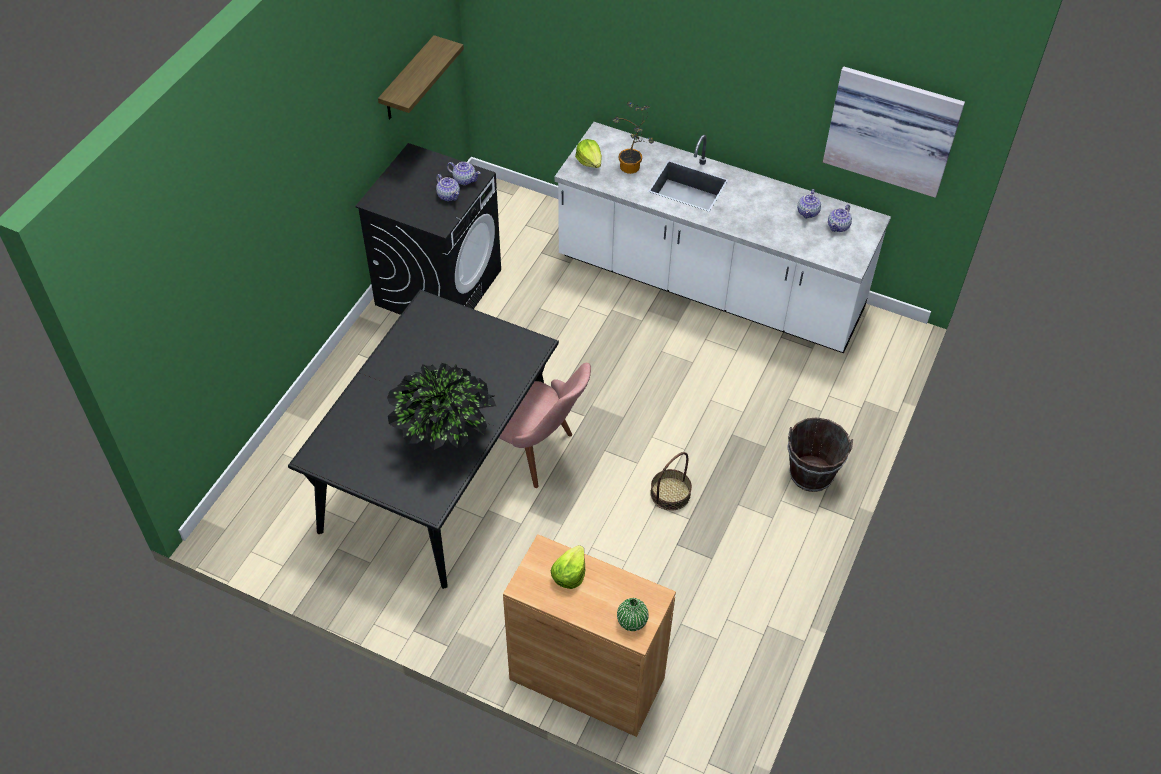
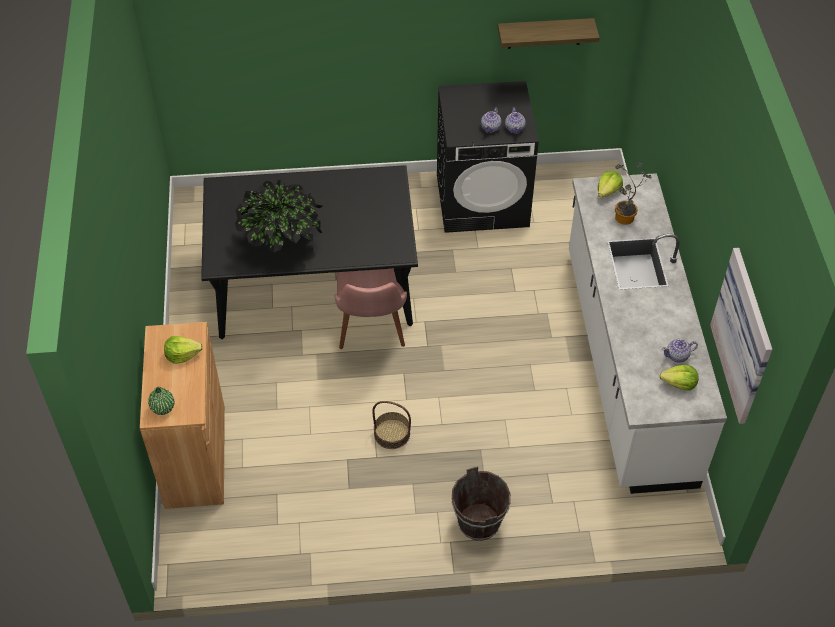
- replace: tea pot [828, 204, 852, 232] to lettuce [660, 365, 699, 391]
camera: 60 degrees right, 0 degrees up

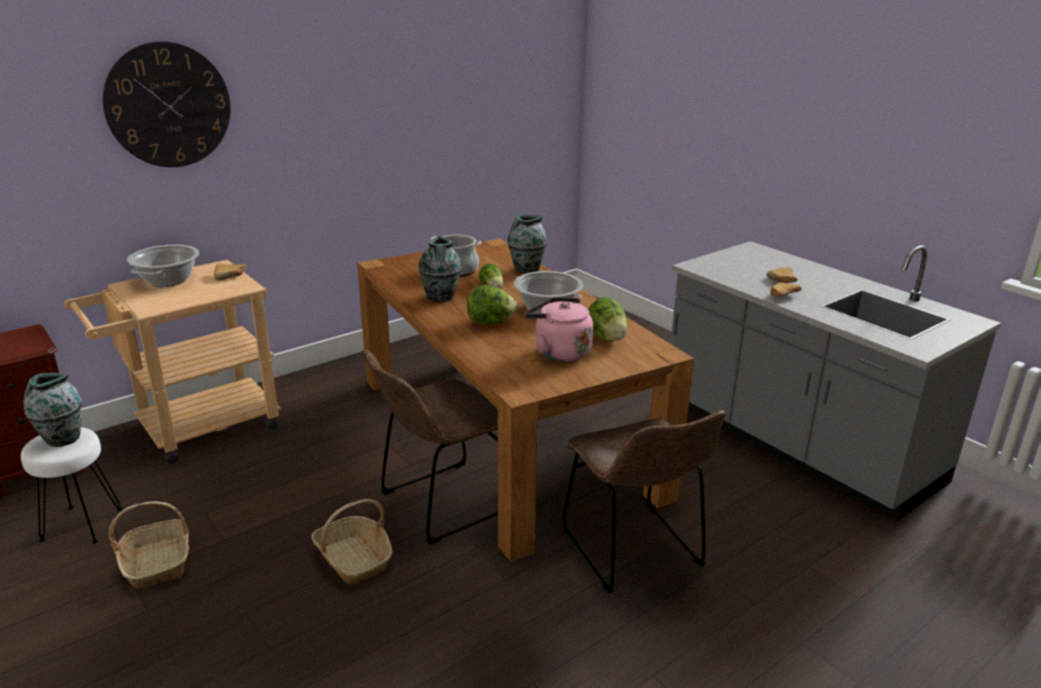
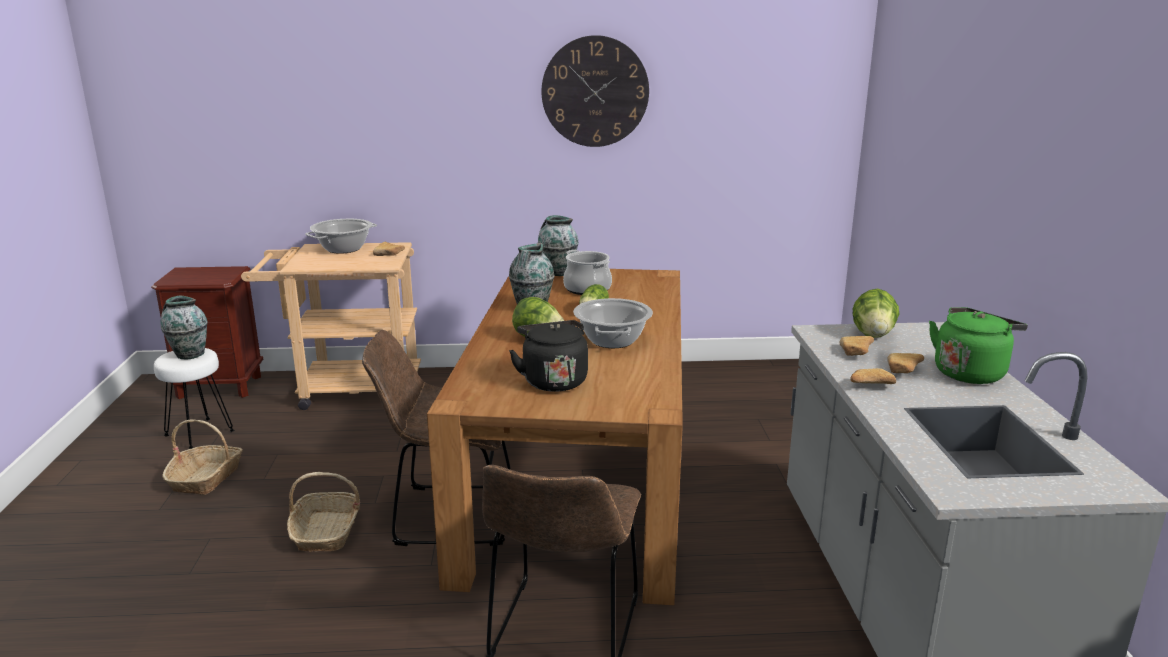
- move: hanging clock [103, 41, 231, 167] to [541, 35, 649, 147]
- move: flower vase [507, 215, 547, 274] to [538, 215, 579, 276]
- recolor: pinkish water kettle [525, 297, 593, 362] to blackish water kettle [509, 320, 588, 392]
- move: lettuce [588, 297, 628, 341] to [852, 289, 899, 338]
- insert: green water kettle [929, 307, 1028, 384]
- insert: bakery bread [840, 336, 874, 356]
camera: 35 degrees right, 5 degrees down

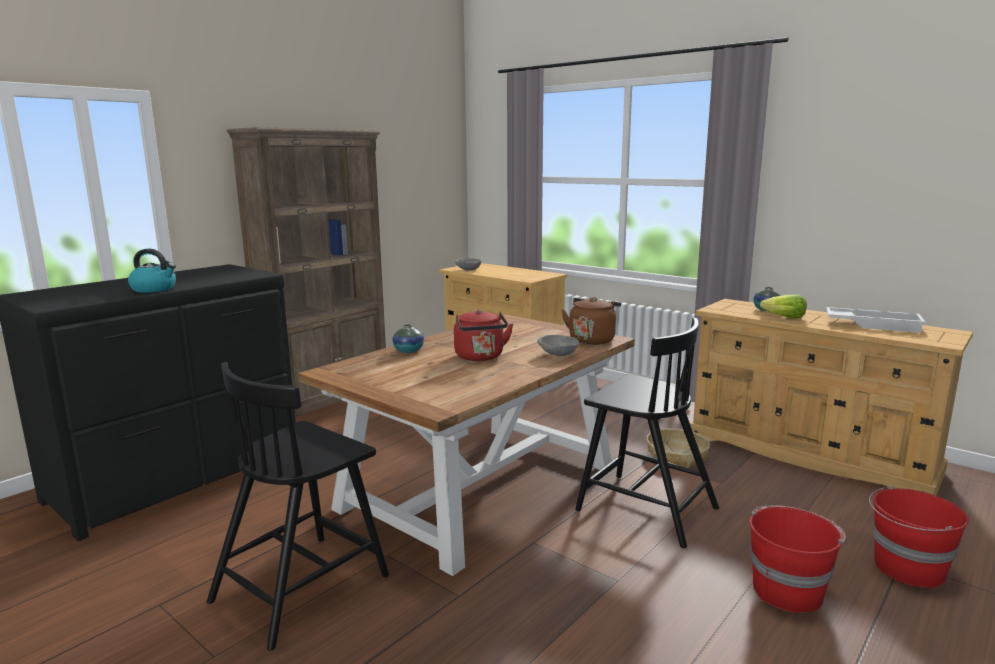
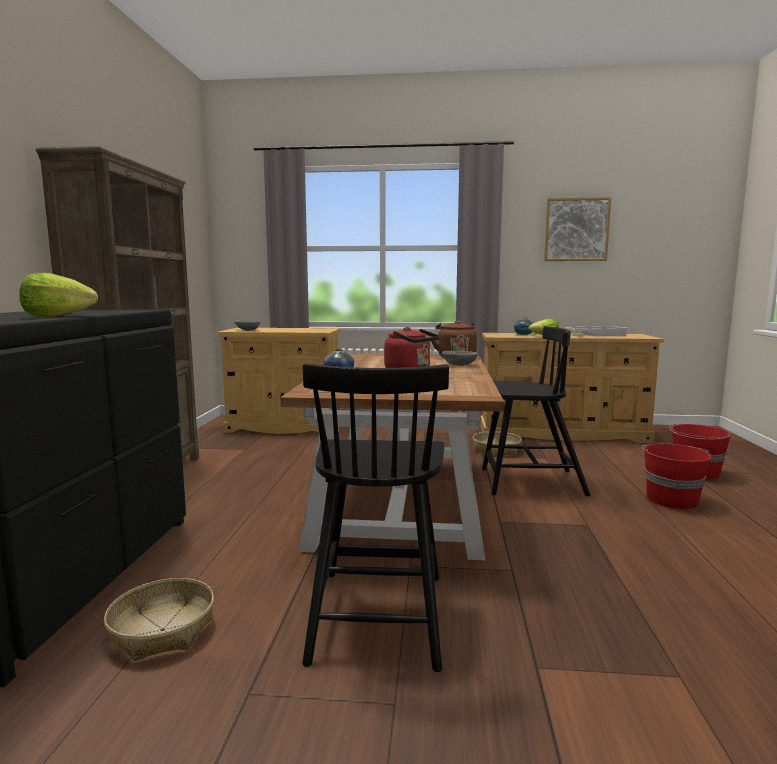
- replace: water kettle [128, 249, 176, 293] to lettuce [19, 273, 98, 317]
- insert: picture [544, 197, 611, 261]
- insert: household basket [104, 578, 214, 661]
camera: 35 degrees left, 5 degrees down

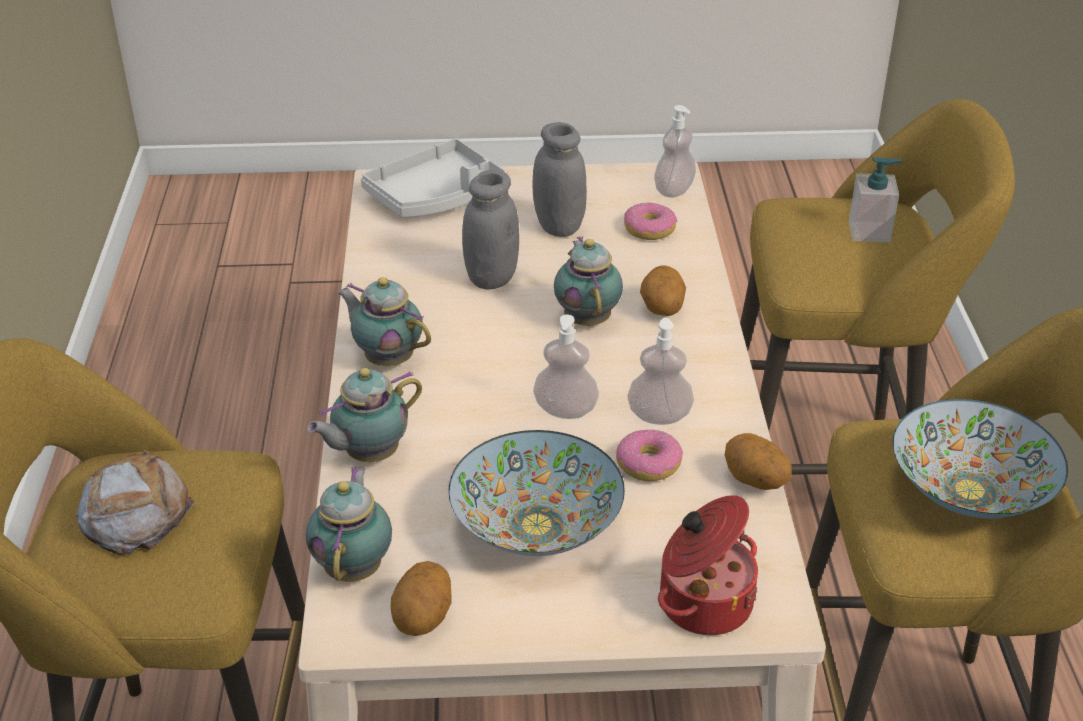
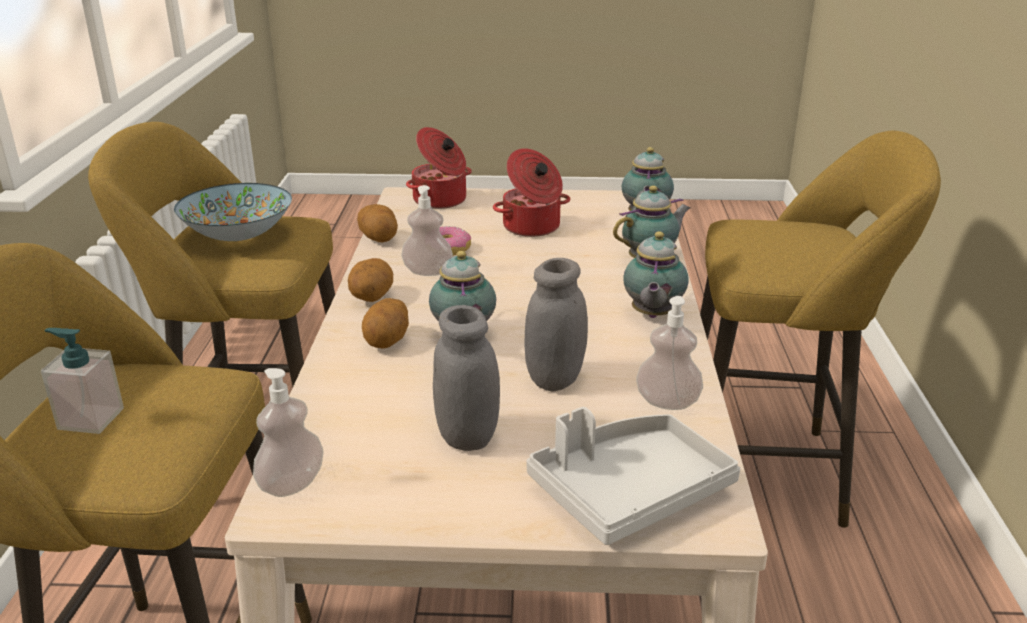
- delete: doughnut [624, 202, 677, 240]
- rotate: tea pot [337, 277, 431, 366] = [623, 231, 689, 318] 60 degrees clockwise
- move: soap dispenser [533, 315, 599, 419] to [636, 296, 703, 410]
- replace: serving bowl [448, 430, 625, 556] to stockpot [493, 148, 570, 237]
- delete: bakery bread [75, 449, 195, 555]
- move: spud [391, 561, 452, 636] to [348, 258, 393, 302]
camera: 175 degrees left, 10 degrees down

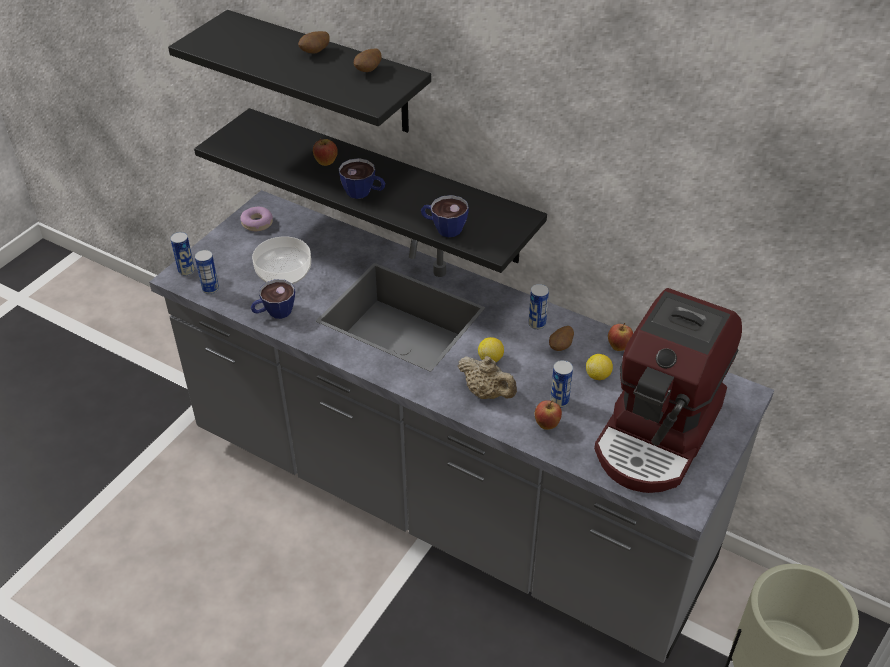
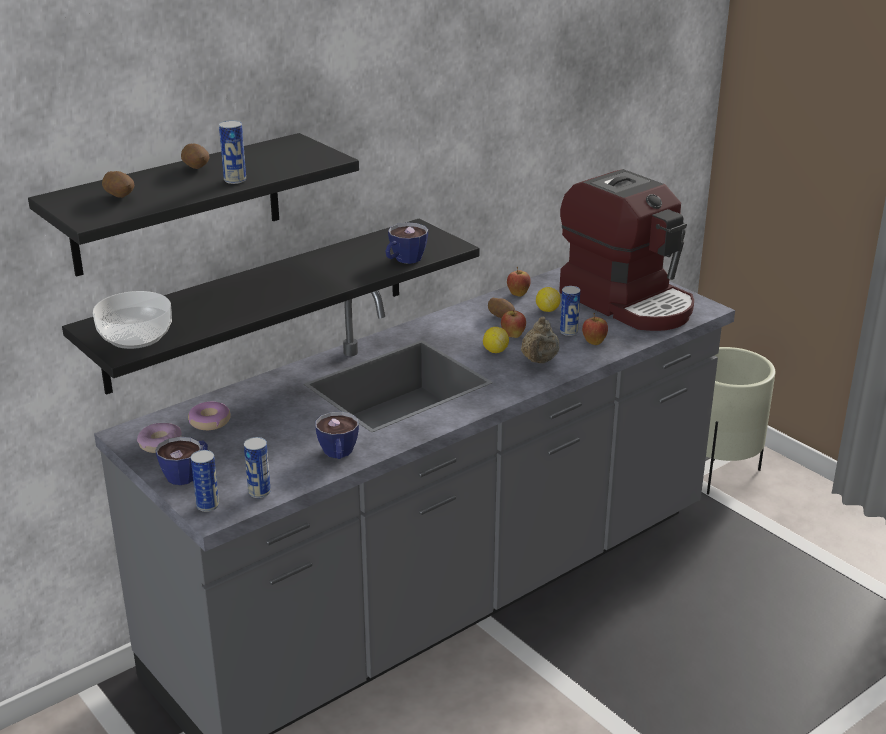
- move: spud [354, 49, 382, 72] to [102, 171, 135, 198]
- move: apple fruit [313, 138, 338, 166] to [501, 310, 526, 338]
- move: drinking cup [339, 158, 385, 199] to [155, 437, 208, 485]
- move: serving bowl [252, 236, 311, 285] to [93, 291, 172, 349]
- move: sealed can [528, 284, 549, 330] to [219, 120, 246, 184]
- rotate: beige-coloured tea pot [458, 356, 517, 399] = [521, 316, 559, 364] 135 degrees clockwise
- insert: doughnut [188, 402, 231, 430]
camera: 70 degrees left, 15 degrees down

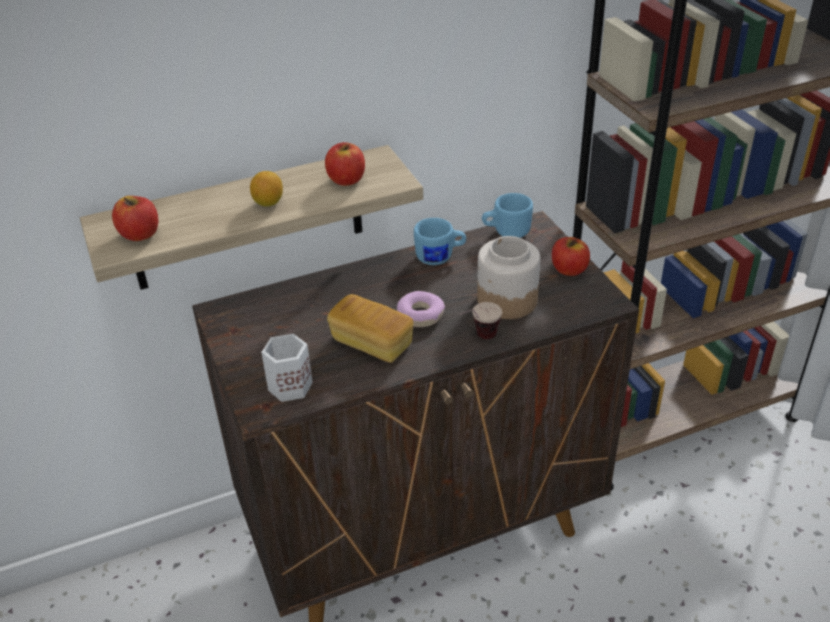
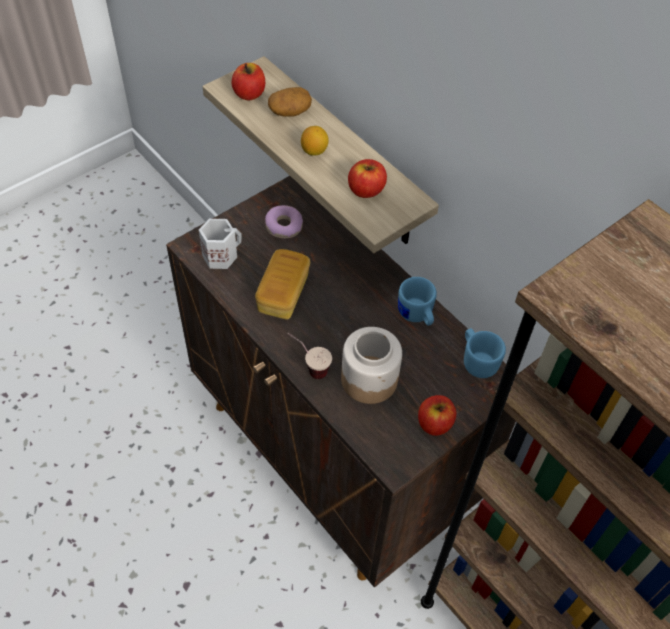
- move: doughnut [397, 291, 445, 327] to [265, 205, 303, 238]
- insert: spud [268, 87, 312, 117]
camera: 70 degrees right, 15 degrees up

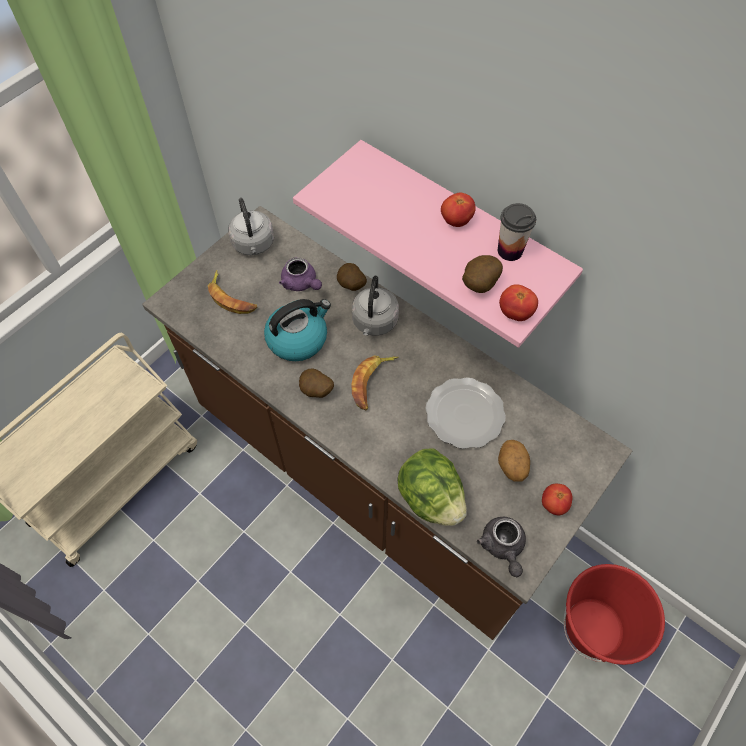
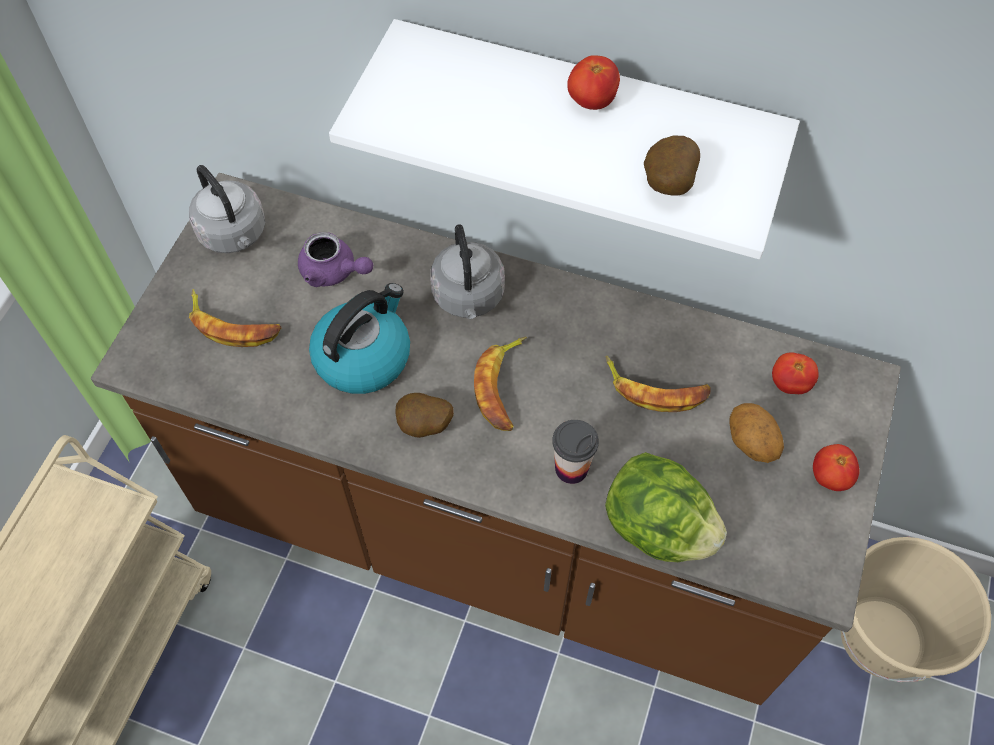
- recolor: pinkish shelf [293, 140, 583, 348] to whitish shelf [329, 19, 800, 259]
- move: drinking cup [498, 203, 536, 261] to [552, 420, 599, 484]
- delete: spud [337, 263, 367, 291]
- move: tomato [499, 284, 538, 321] to [772, 352, 819, 394]
- replace: dinner plate [425, 377, 506, 449] to banana [605, 355, 711, 412]
- delete: gray tea pot [477, 517, 526, 577]
- recolor: reddish water bucket [564, 564, 665, 665] to beige-coloured water bucket [841, 536, 991, 682]
camera: 20 degrees left, 0 degrees up

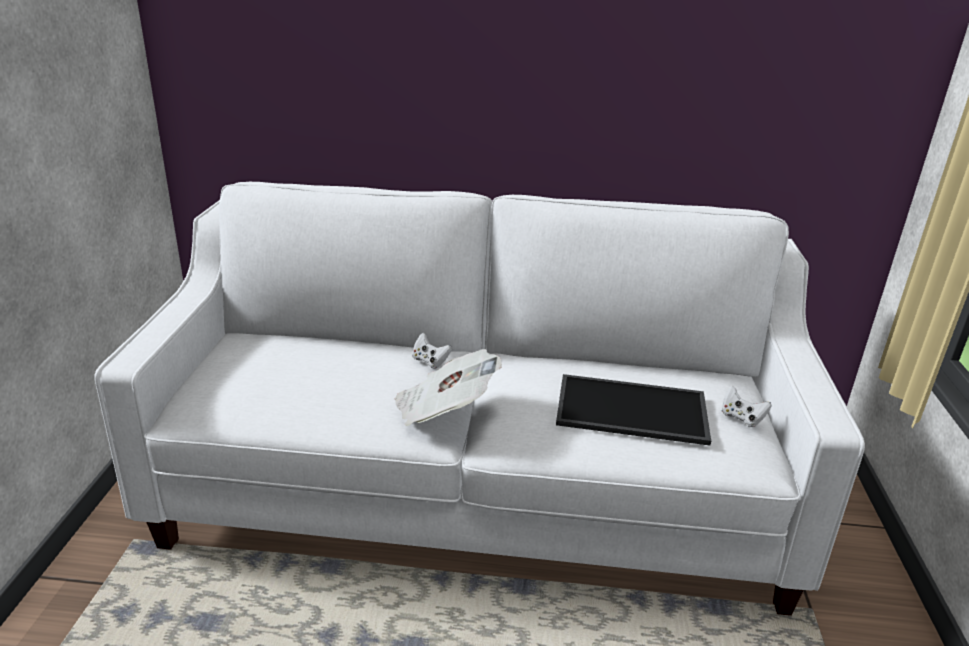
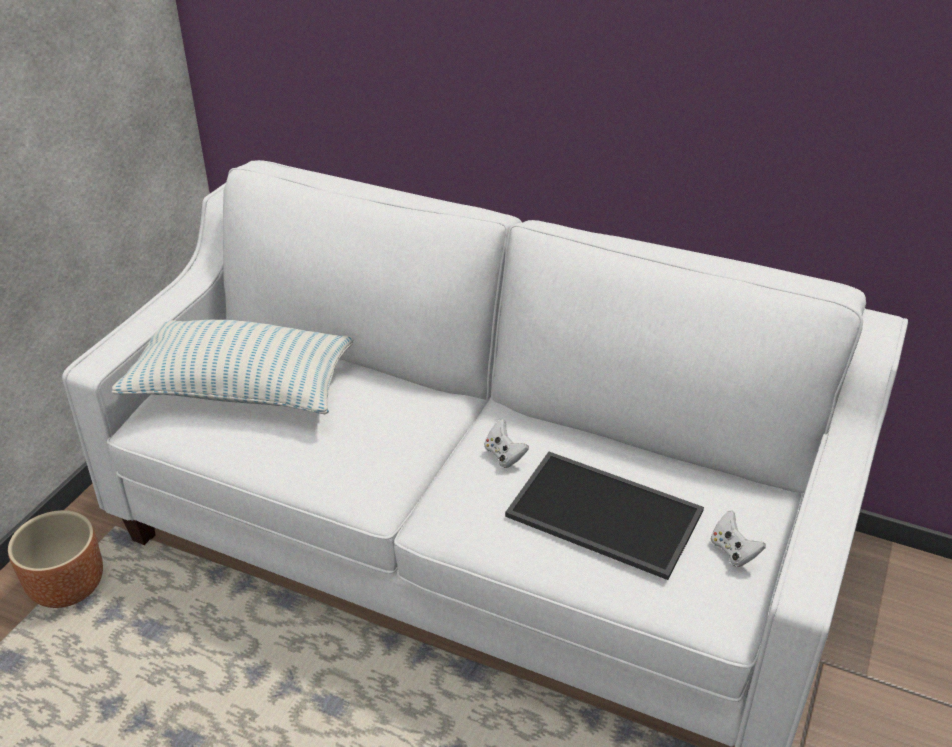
- move: whitish gamepad [412, 332, 452, 368] to [484, 419, 529, 468]
- delete: newspaper [395, 349, 502, 426]
- insert: cushion [112, 320, 353, 414]
- insert: brownish plant pot [8, 510, 103, 608]
camera: 20 degrees right, 10 degrees up

